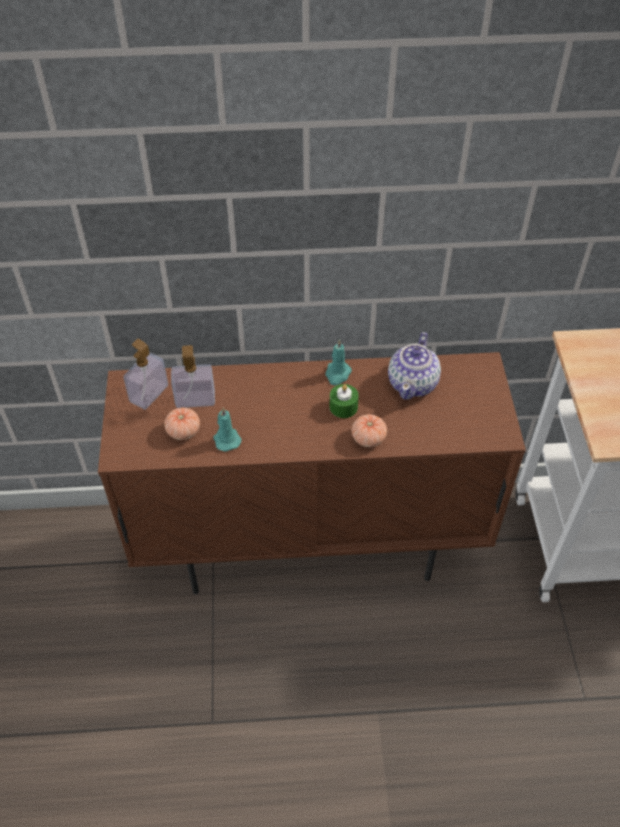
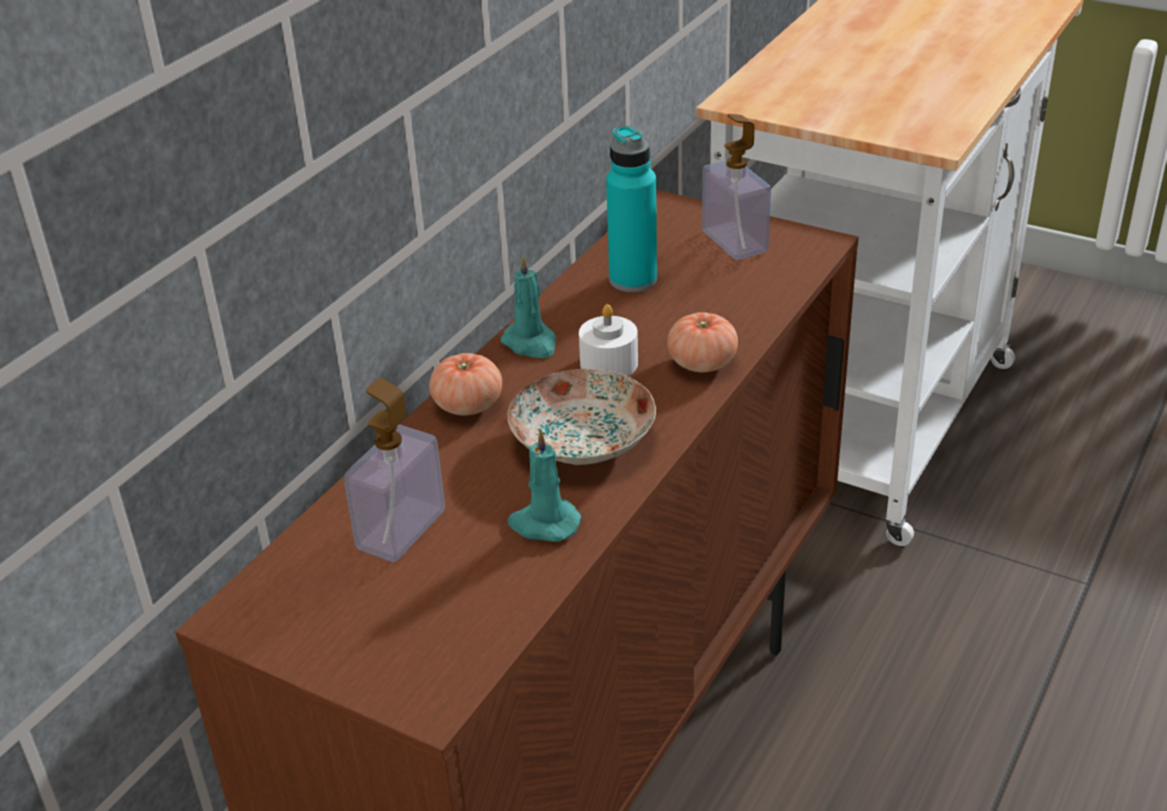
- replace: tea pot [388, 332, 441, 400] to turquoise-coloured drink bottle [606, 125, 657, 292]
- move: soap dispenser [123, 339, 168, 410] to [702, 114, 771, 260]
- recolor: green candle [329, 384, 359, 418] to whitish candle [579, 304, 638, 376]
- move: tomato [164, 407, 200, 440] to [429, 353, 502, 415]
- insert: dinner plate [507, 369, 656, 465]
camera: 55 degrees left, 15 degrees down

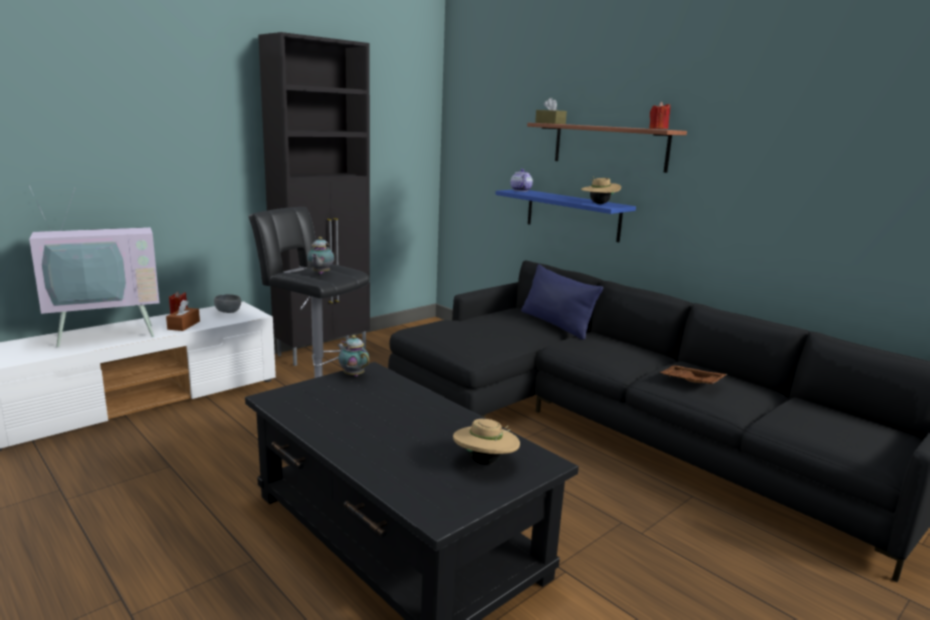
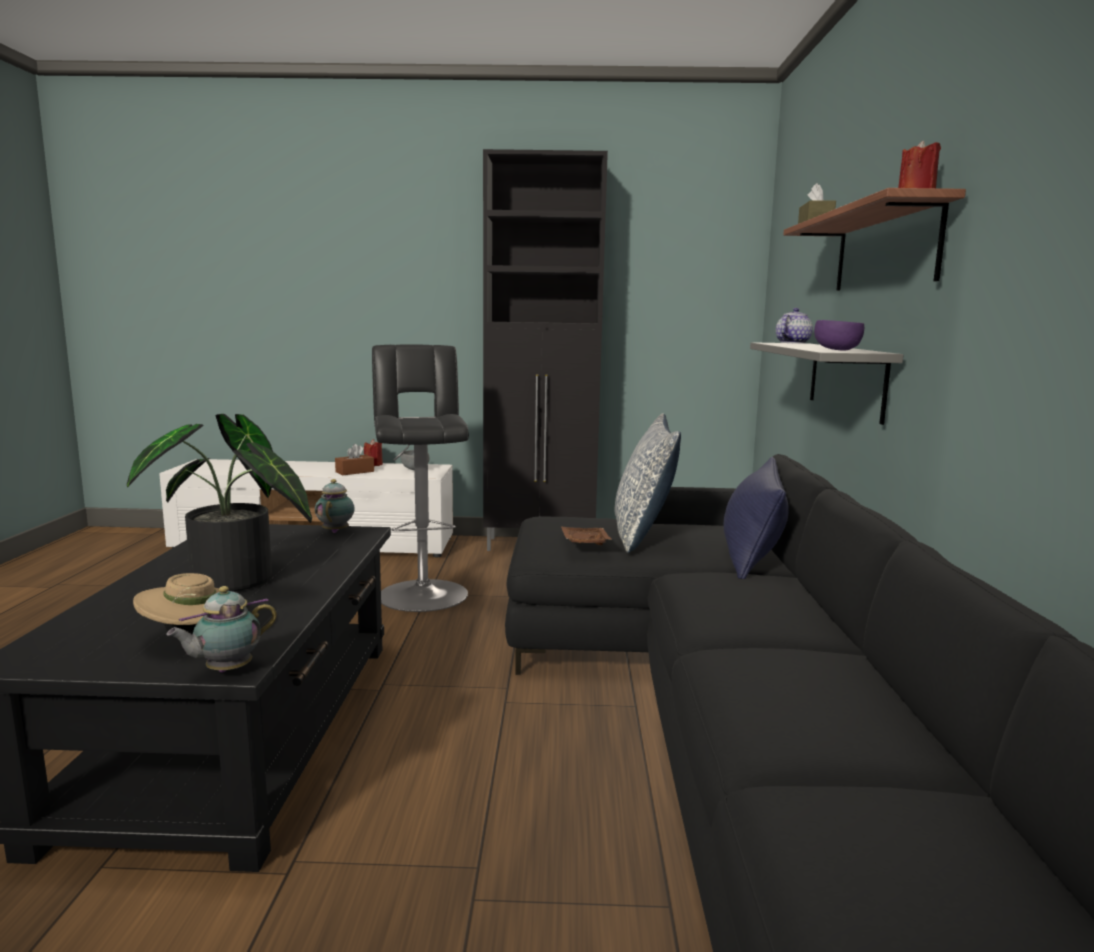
- replace: beige-coloured wearable hat [581, 177, 621, 204] to purple-coloured serving bowl [814, 320, 864, 351]
- delete: TV set [29, 186, 160, 347]
- recolor: blue shelf [495, 190, 636, 242] to gray shelf [750, 342, 903, 425]
- move: tea pot [307, 237, 334, 274] to [166, 586, 277, 673]
- move: brownish serving tray [659, 365, 728, 384] to [561, 527, 612, 545]
- insert: cushion [615, 413, 681, 553]
- insert: houseplant [127, 414, 312, 592]
camera: 45 degrees right, 5 degrees down

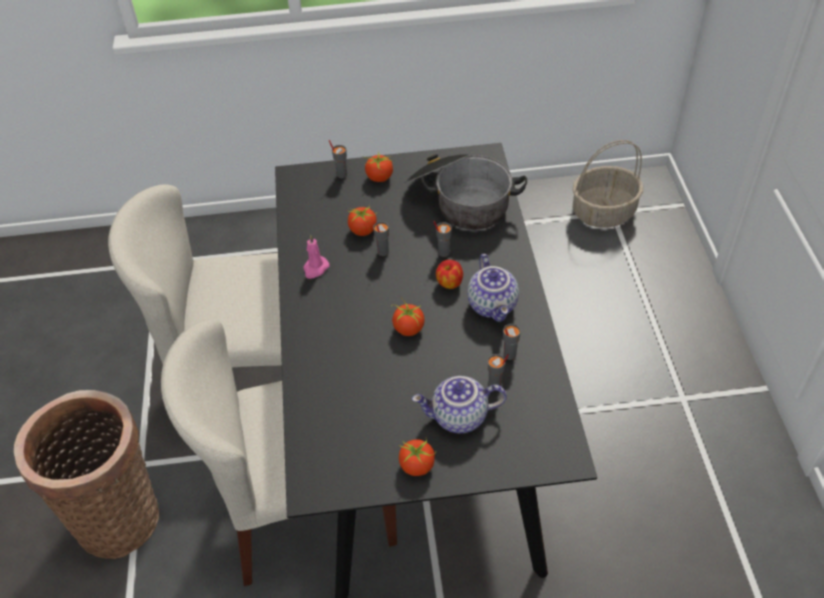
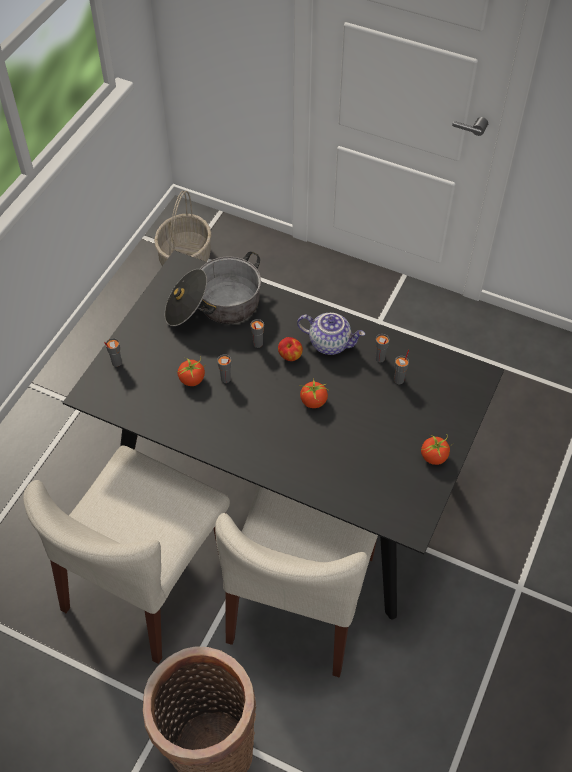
- delete: tomato [364, 152, 394, 182]
- delete: pinkish candle [303, 235, 330, 279]
- delete: tea pot [412, 376, 507, 434]
camera: 60 degrees left, 5 degrees up

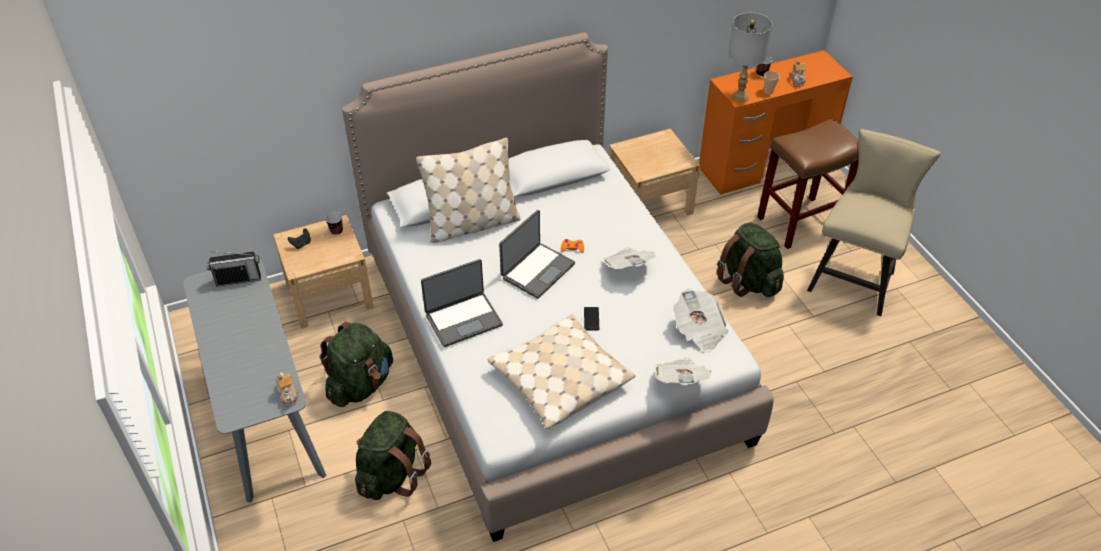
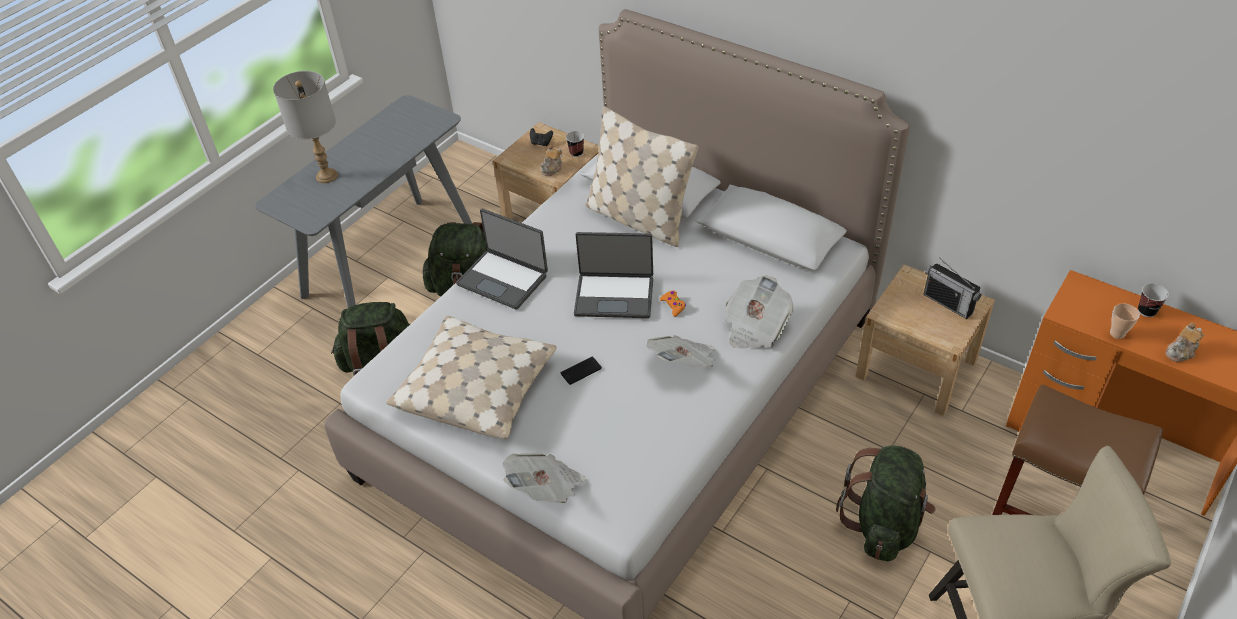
- move: gray tabletop lamp [728, 13, 772, 102] to [273, 71, 338, 183]
- move: radio receiver [206, 251, 261, 287] to [923, 257, 981, 319]
- move: newspaper [673, 289, 728, 353] to [725, 275, 794, 349]
- move: tea pot [276, 373, 298, 407] to [540, 145, 562, 176]
camera: 60 degrees right, 0 degrees up

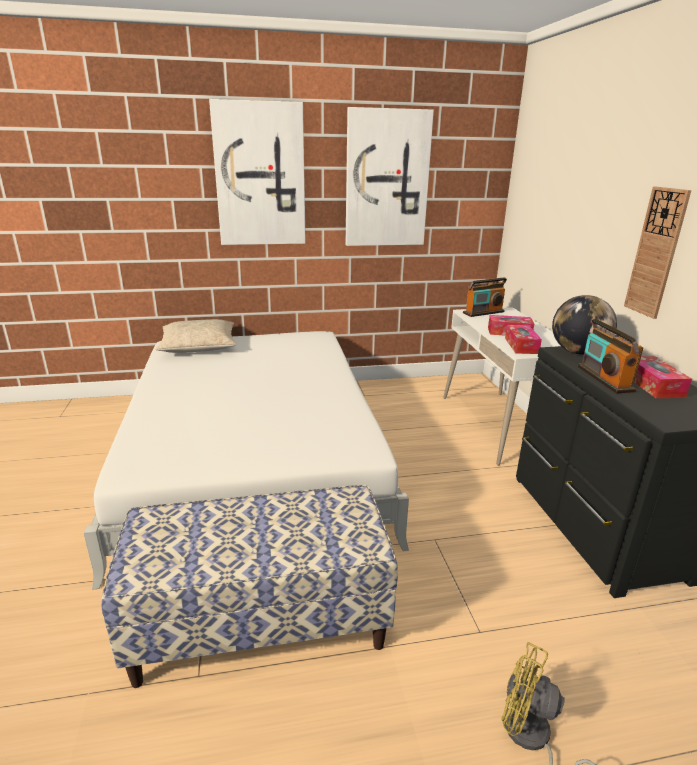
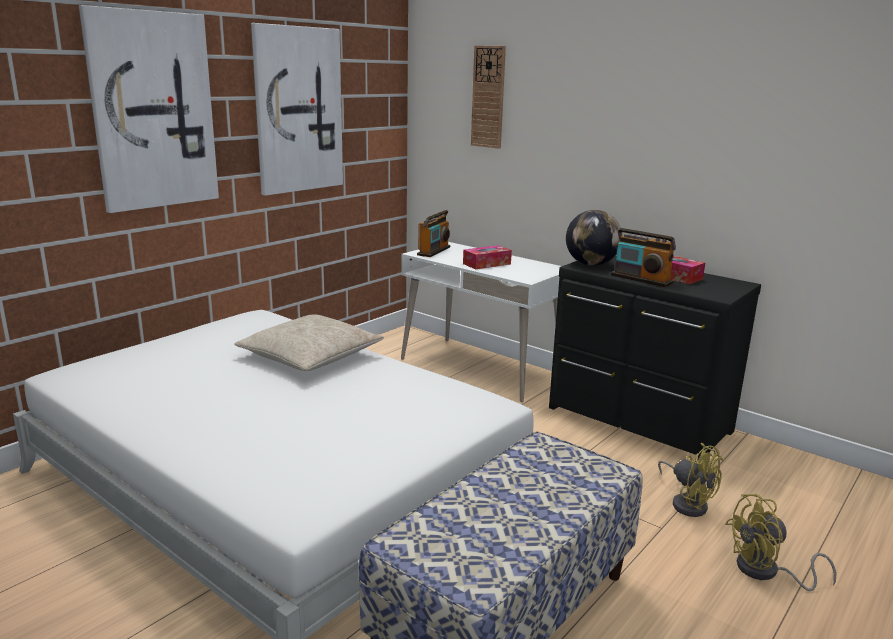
- move: hanging clock [624, 187, 691, 319] to [471, 46, 506, 148]
- move: beige-coloured cushion [155, 319, 237, 353] to [234, 314, 384, 371]
- delete: tissue holder [505, 325, 542, 354]
- insert: yellow fan [658, 443, 724, 517]
camera: 40 degrees left, 5 degrees down

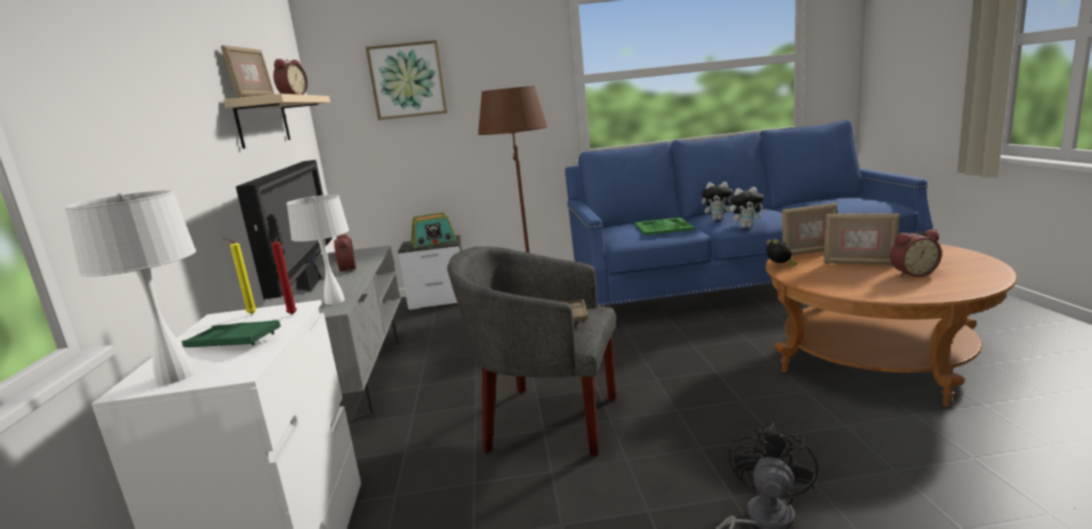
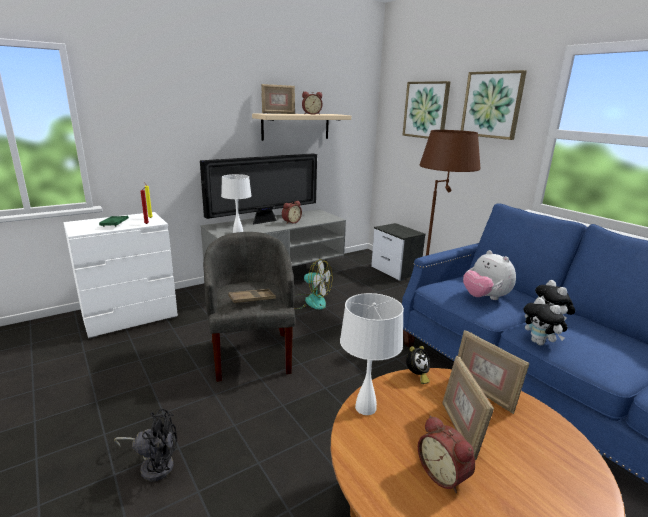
- move: whitish tabletop lamp [64, 190, 196, 385] to [340, 293, 404, 415]
- delete: radio receiver [411, 212, 456, 248]
- replace: green serving tray [634, 217, 695, 235] to plush toy [463, 250, 516, 300]
- insert: picture [461, 70, 527, 140]
- insert: fan [294, 259, 332, 310]
camera: 60 degrees right, 5 degrees up

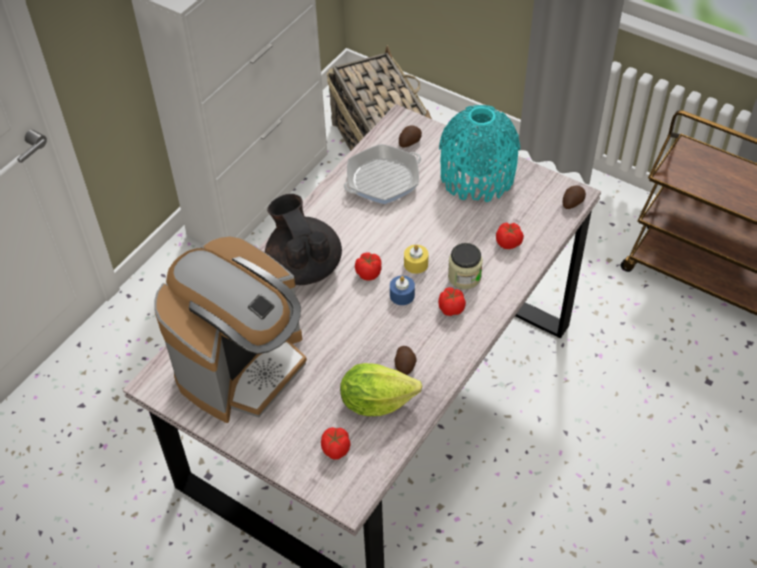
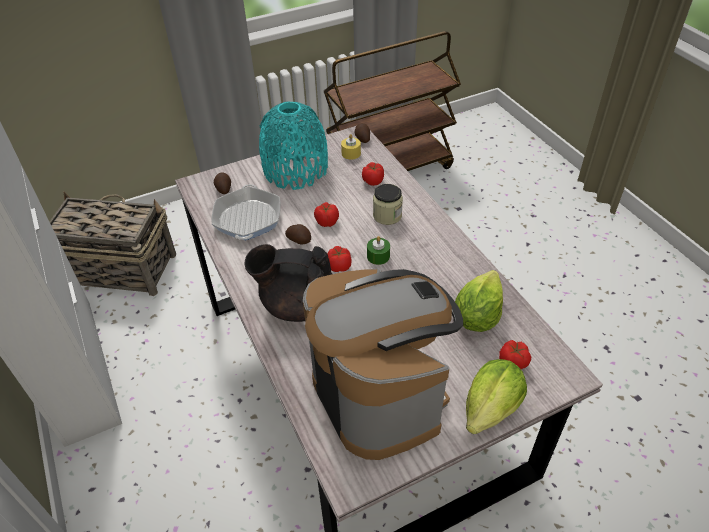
- move: yellow candle [404, 245, 428, 274] to [341, 134, 361, 160]
- recolor: blue candle [390, 276, 415, 305] to green candle [367, 236, 390, 265]
- move: tomato [438, 287, 466, 316] to [314, 202, 339, 227]
- move: spud [395, 346, 417, 375] to [285, 224, 311, 244]
- insert: lettuce [466, 359, 527, 434]
camera: 60 degrees left, 5 degrees down

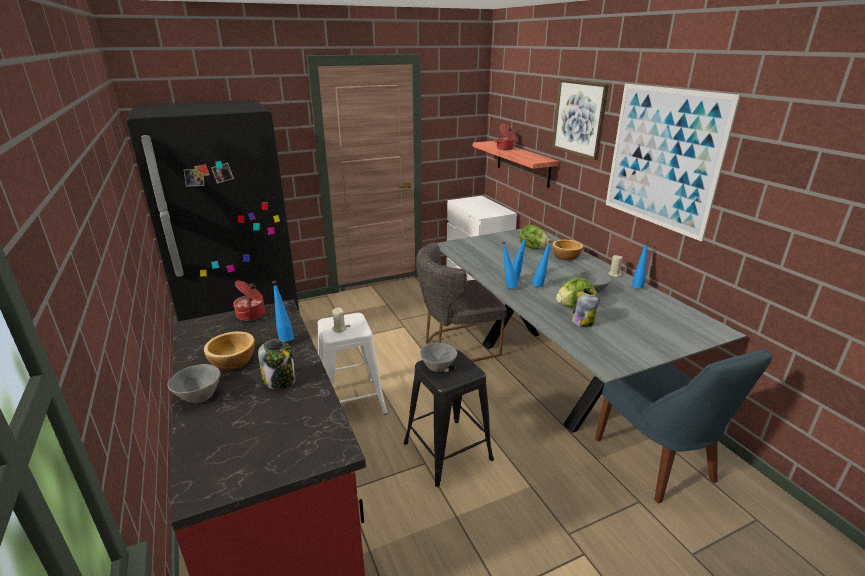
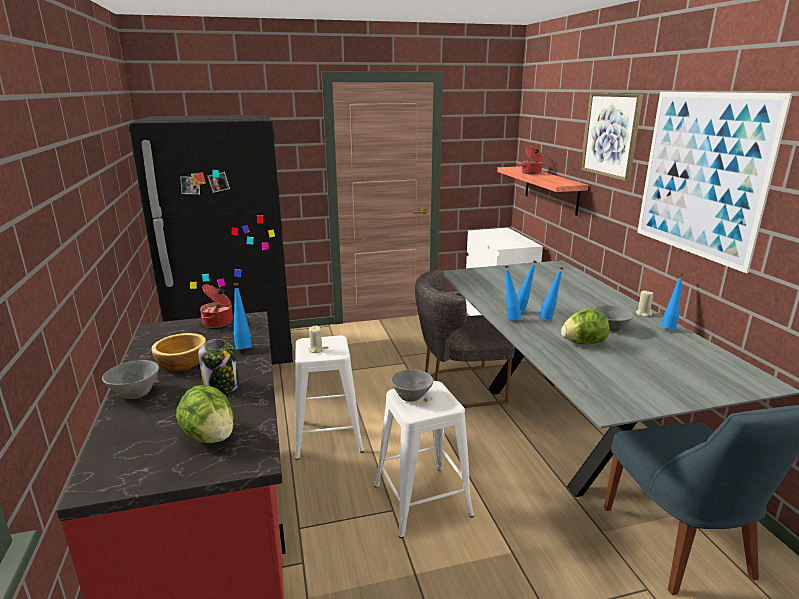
- move: lettuce [519, 225, 549, 249] to [176, 385, 234, 443]
- delete: serving bowl [552, 240, 583, 260]
- delete: jar [571, 288, 600, 327]
- recolor: blackish sitting stool [404, 350, 494, 487] to whitish sitting stool [374, 381, 474, 539]
camera: 10 degrees right, 5 degrees down

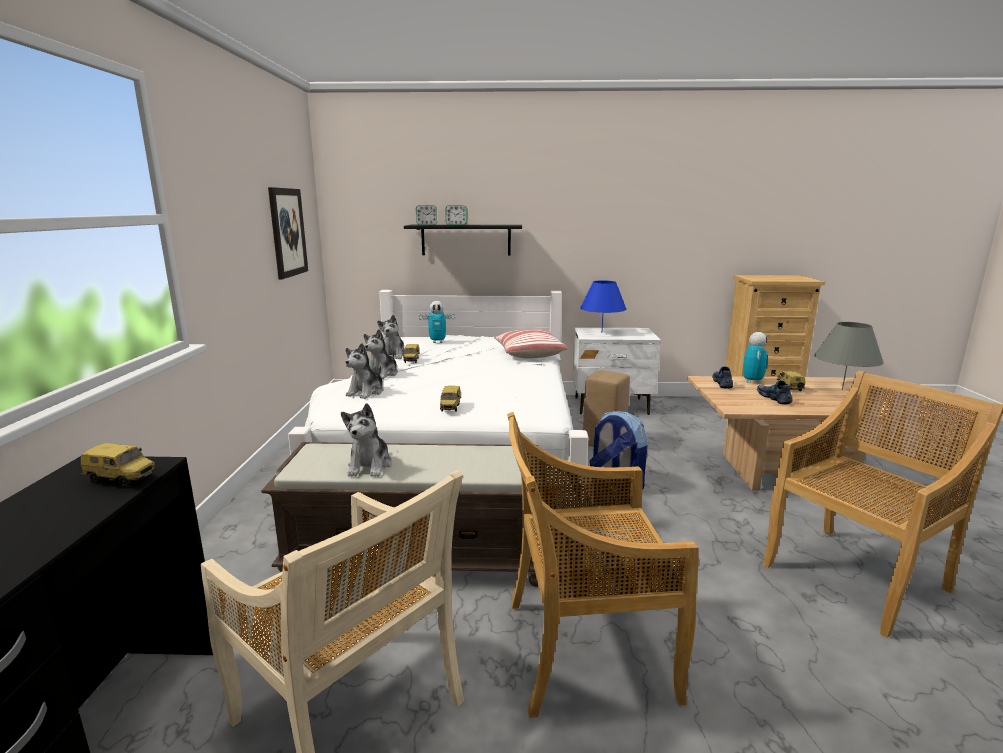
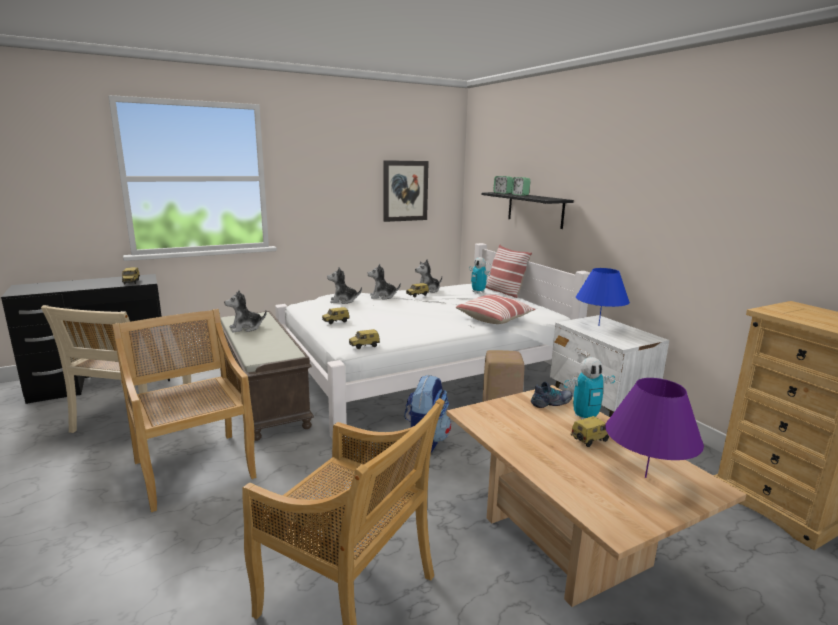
- recolor: gray tabletop lamp [814, 322, 884, 390] to purple-coloured tabletop lamp [605, 378, 704, 478]
- delete: item of footwear [757, 380, 793, 405]
- insert: cushion [485, 245, 532, 298]
- insert: model car [349, 329, 380, 349]
camera: 60 degrees right, 0 degrees up

